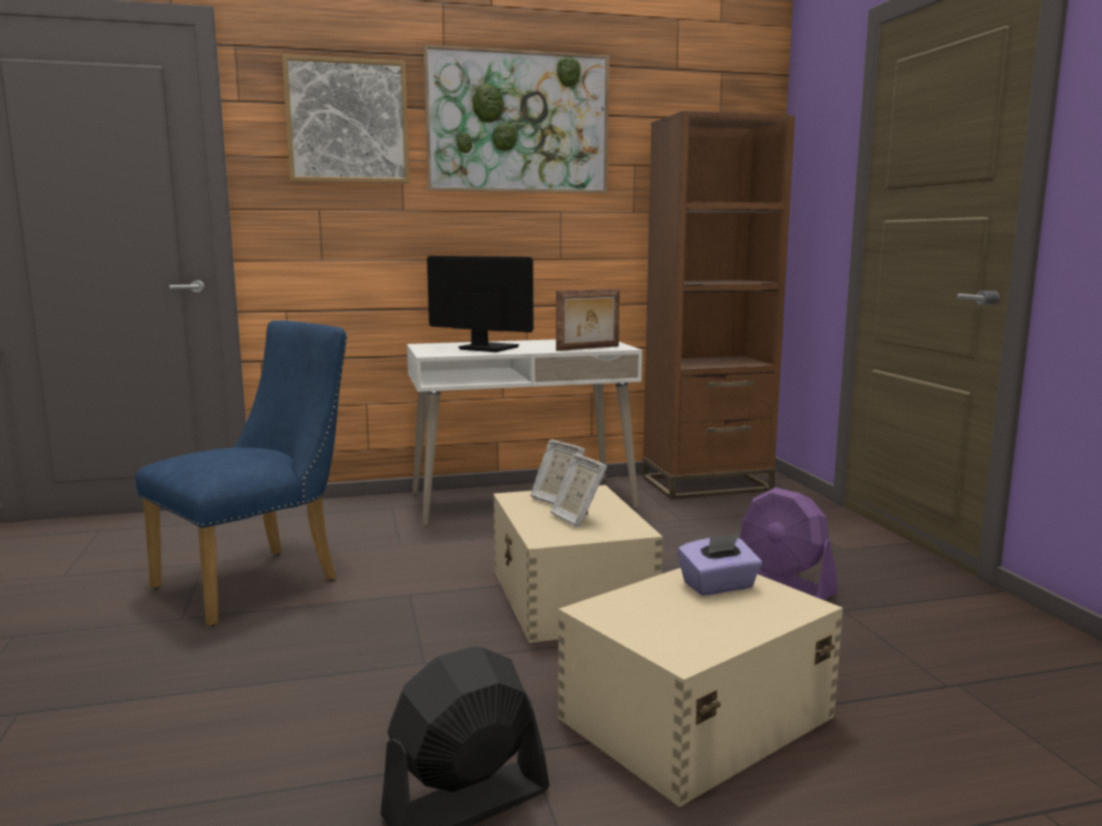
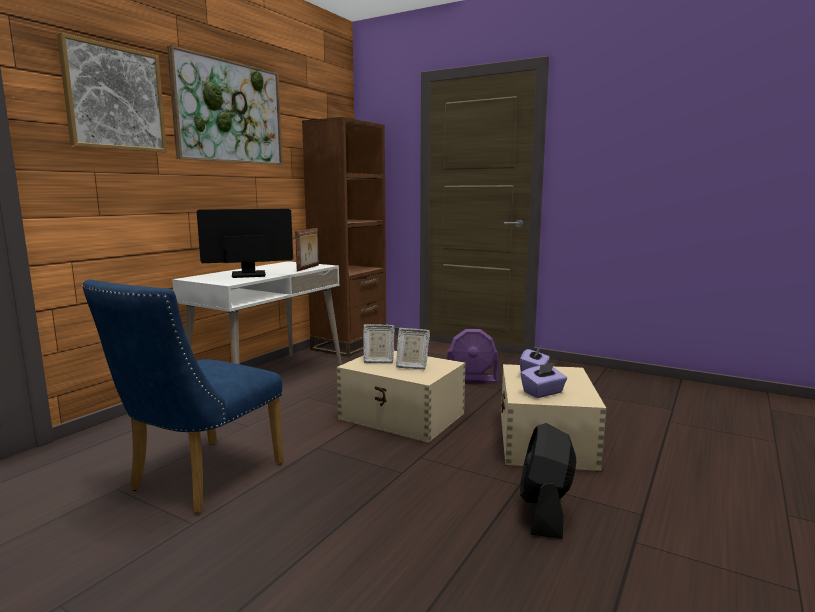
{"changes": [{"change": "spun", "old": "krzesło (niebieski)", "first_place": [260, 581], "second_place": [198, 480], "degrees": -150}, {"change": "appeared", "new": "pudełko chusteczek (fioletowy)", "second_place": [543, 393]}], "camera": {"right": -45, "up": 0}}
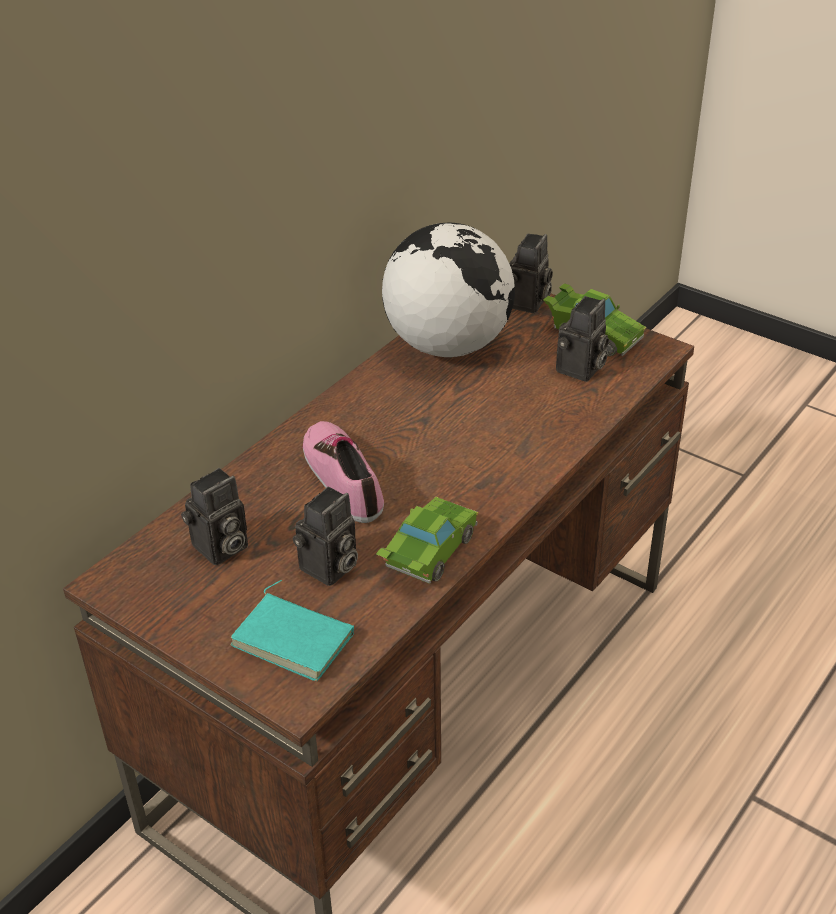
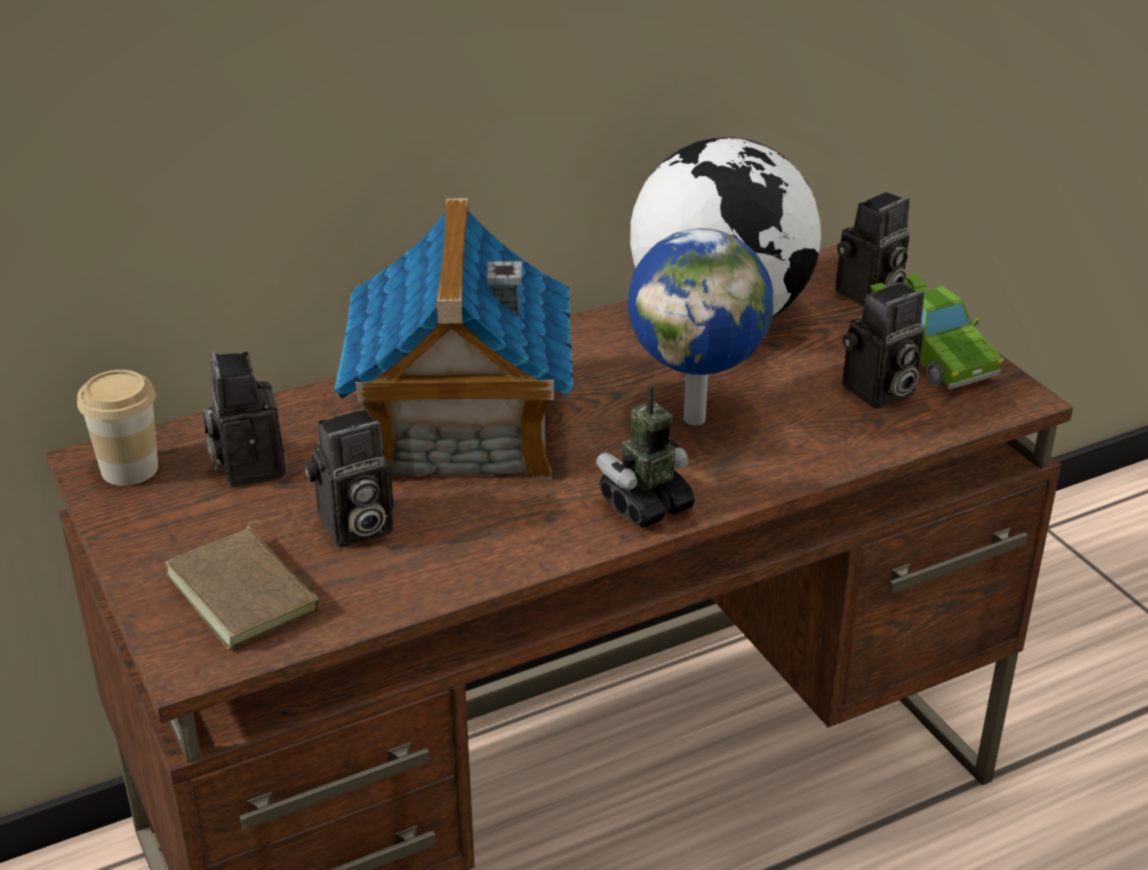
{"changes": [{"change": "appeared", "new": "filiżanka", "second_place": [129, 469]}, {"change": "colour", "old": "książka (turkusowy)", "new": "książka (brązowy)", "first_place": [295, 638], "second_place": [248, 593]}, {"change": "spun", "old": "aparat fotograficzny", "first_place": [220, 549], "second_place": [248, 466], "degrees": 90}, {"change": "exchanged", "old": "but", "new": "domek", "first_place": [344, 477], "second_place": [460, 431]}, {"change": "appeared", "new": "robot zabawkowy", "second_place": [646, 505]}, {"change": "appeared", "new": "globus", "second_place": [696, 417]}, {"change": "missing", "old": "samochodzik (zielony)", "first_place": [428, 555]}], "camera": {"right": 25, "up": -5}}
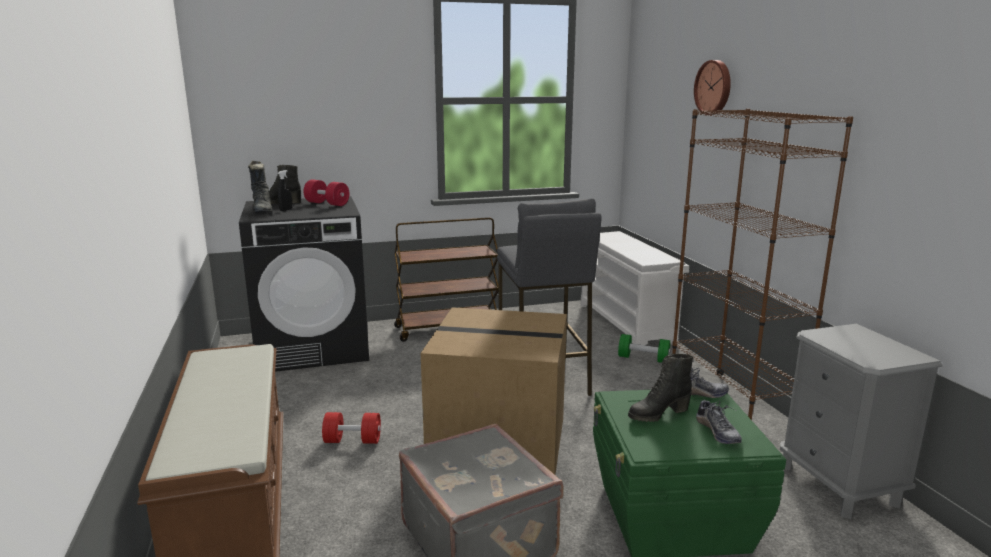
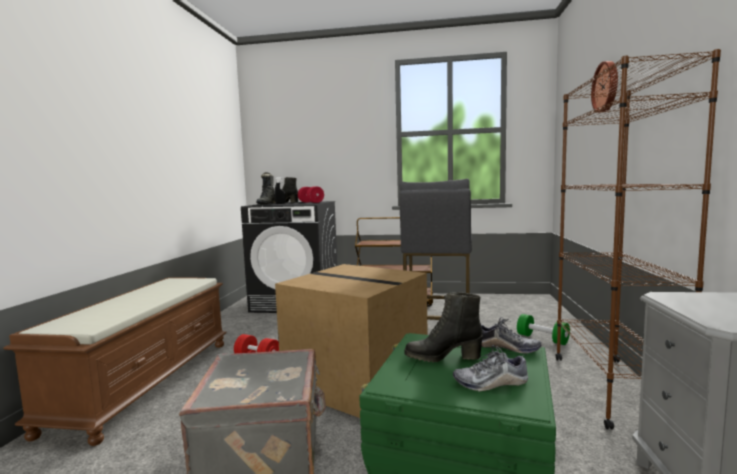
{"changes": [{"change": "spun", "old": "but", "first_place": [717, 432], "second_place": [491, 383], "degrees": 75}, {"change": "missing", "old": "regał na buty (biały)", "first_place": [626, 323]}], "camera": {"right": 25, "up": -10}}
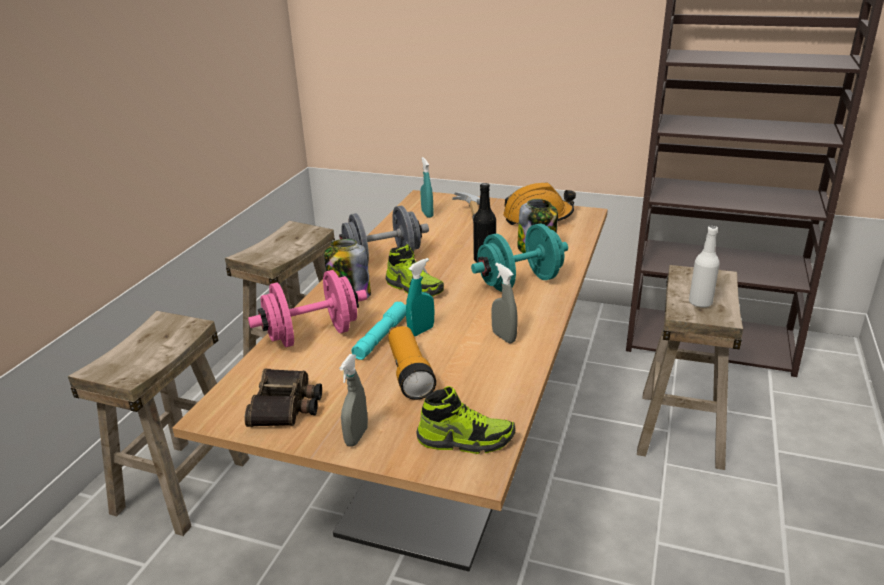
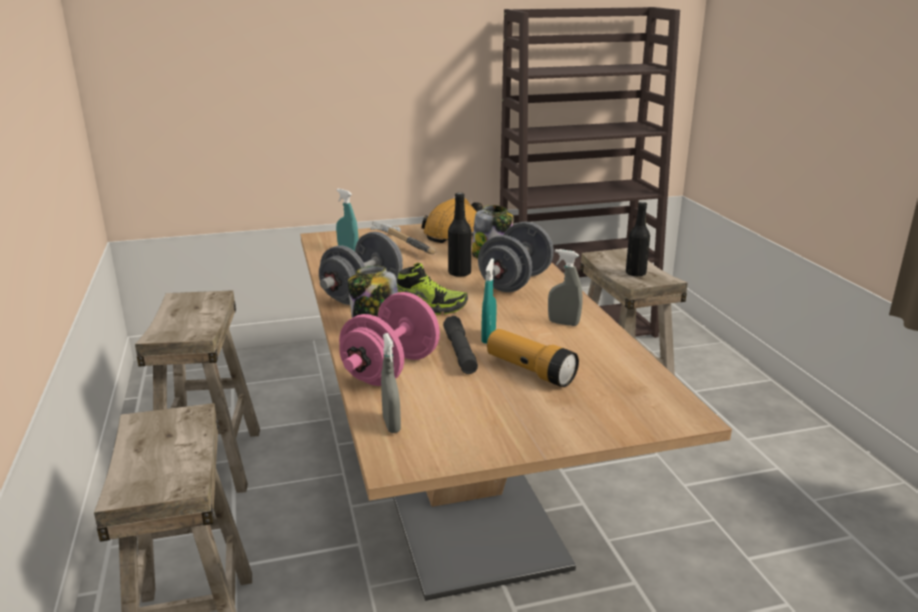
{"changes": [{"change": "relocated", "old": "spryskiwacz (szary)", "first_place": [356, 436], "second_place": [391, 425]}, {"change": "colour", "old": "latarka (turkusowy)", "new": "latarka (szary)", "first_place": [381, 337], "second_place": [460, 352]}, {"change": "colour", "old": "hantel (turkusowy)", "new": "hantel (szary)", "first_place": [520, 282], "second_place": [515, 282]}, {"change": "colour", "old": "butelka (biały)", "new": "butelka (czarny)", "first_place": [700, 302], "second_place": [635, 273]}, {"change": "missing", "old": "lornetka", "first_place": [286, 405]}, {"change": "missing", "old": "but", "first_place": [465, 440]}], "camera": {"right": -35, "up": -5}}
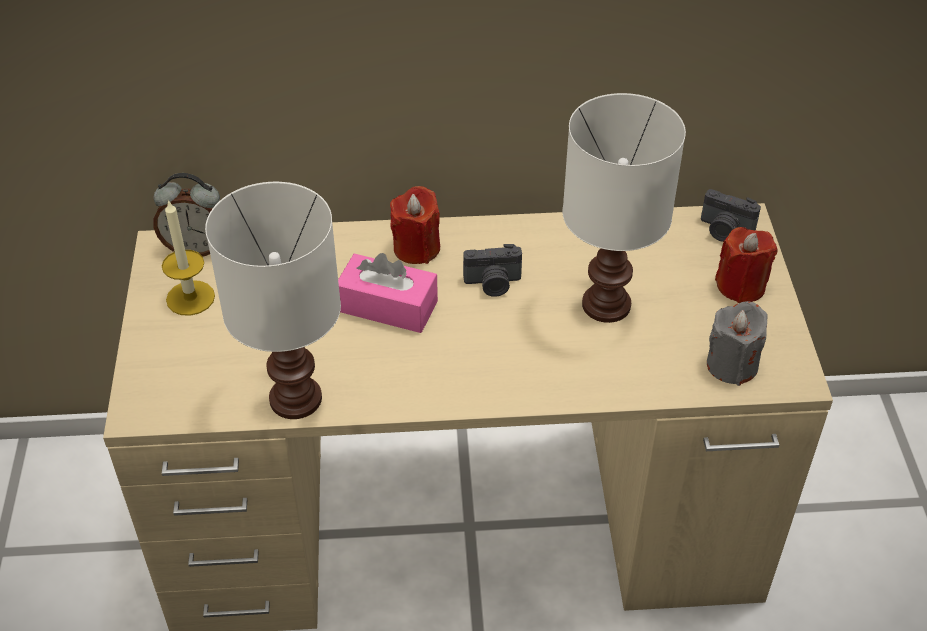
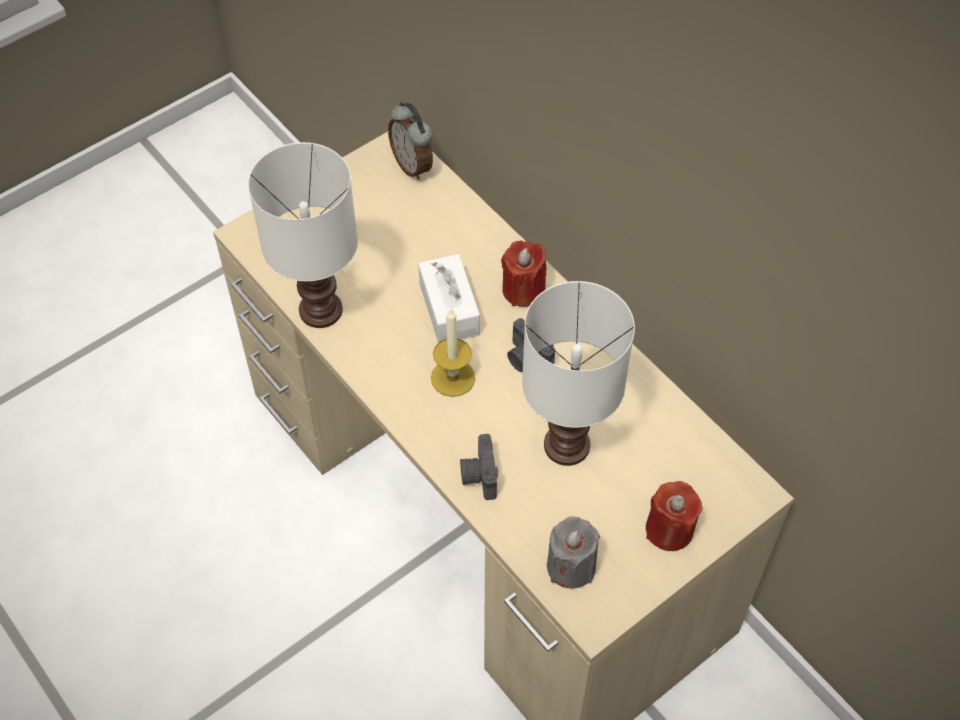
{"changes": [{"change": "colour", "old": "pudełko chusteczek (różowy)", "new": "pudełko chusteczek (biały)", "first_place": [388, 306], "second_place": [449, 309]}, {"change": "relocated", "old": "świeca", "first_place": [190, 298], "second_place": [453, 378]}, {"change": "relocated", "old": "aparat fotograficzny", "first_place": [724, 230], "second_place": [478, 476]}], "camera": {"right": 55, "up": 10}}
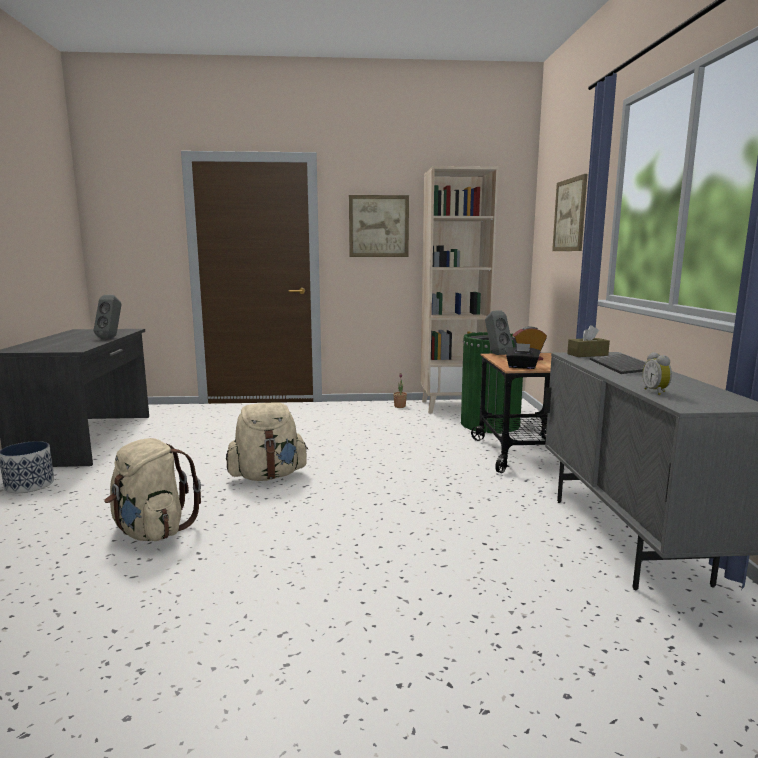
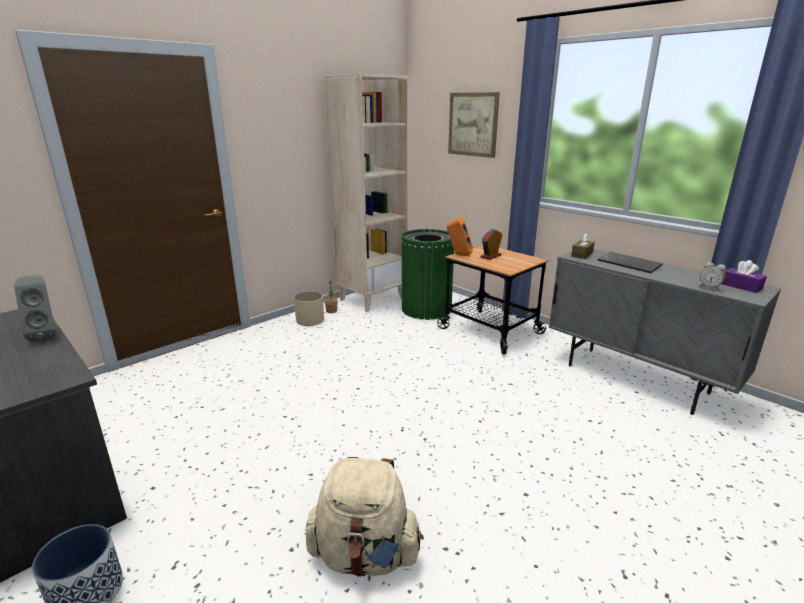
{"changes": [{"change": "appeared", "new": "donica (beżowy)", "second_place": [310, 320]}, {"change": "colour", "old": "głośnik (szary)", "new": "głośnik (pomarańczowy)", "first_place": [496, 354], "second_place": [458, 255]}, {"change": "appeared", "new": "pudełko chusteczek (fioletowy)", "second_place": [741, 286]}, {"change": "missing", "old": "plecak (beżowy)", "first_place": [268, 476]}, {"change": "missing", "old": "obraz", "first_place": [378, 226]}, {"change": "missing", "old": "pudełko chusteczek (czarny)", "first_place": [522, 367]}], "camera": {"right": -40, "up": 10}}
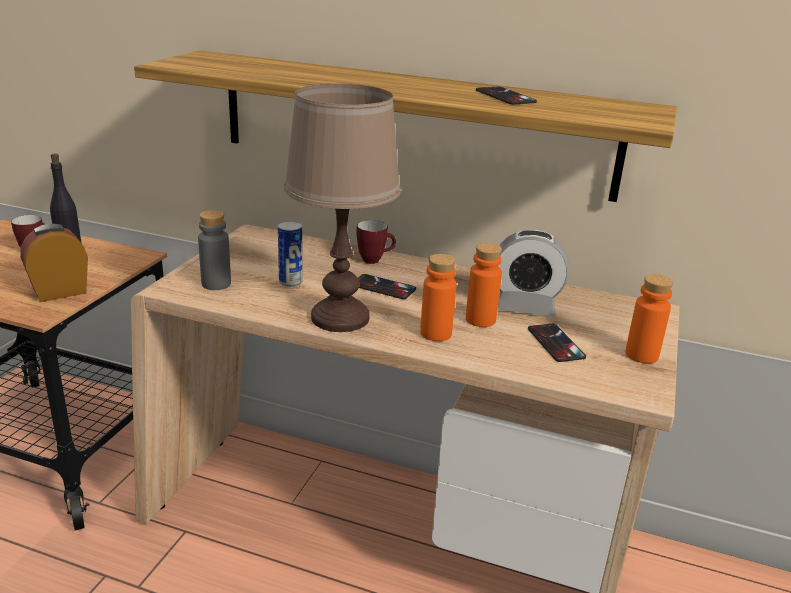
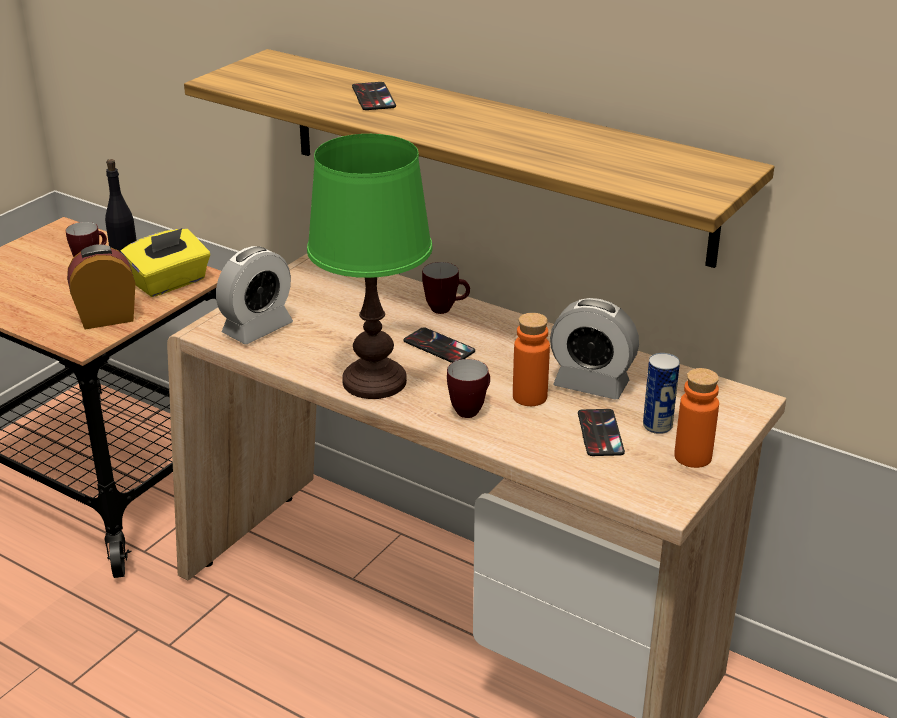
{"changes": [{"change": "appeared", "new": "pudełko chusteczek (żółty)", "second_place": [170, 283]}, {"change": "exchanged", "old": "butelka (szary)", "new": "budzik", "first_place": [216, 284], "second_place": [257, 329]}, {"change": "colour", "old": "lampa stołowa (brązowy)", "new": "lampa stołowa (zielony)", "first_place": [339, 318], "second_place": [373, 381]}, {"change": "relocated", "old": "telefon", "first_place": [505, 96], "second_place": [373, 97]}, {"change": "exchanged", "old": "butelka (pomarańczowy)", "new": "kubek", "first_place": [436, 333], "second_place": [470, 409]}, {"change": "relocated", "old": "puszka", "first_place": [290, 282], "second_place": [657, 426]}], "camera": {"right": 15, "up": 5}}
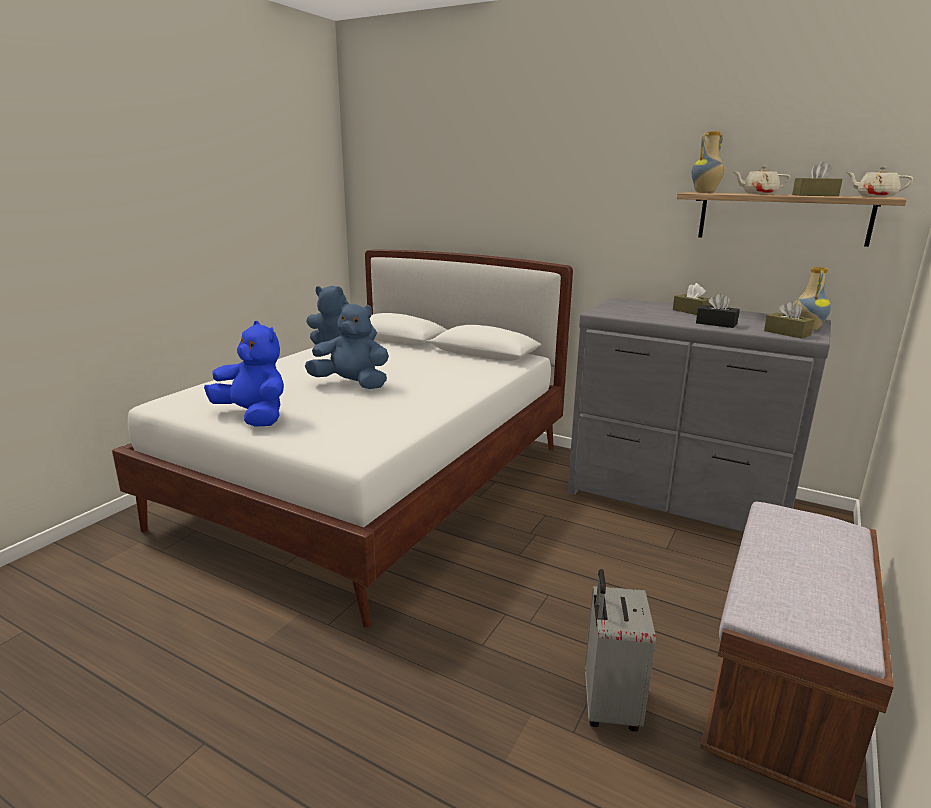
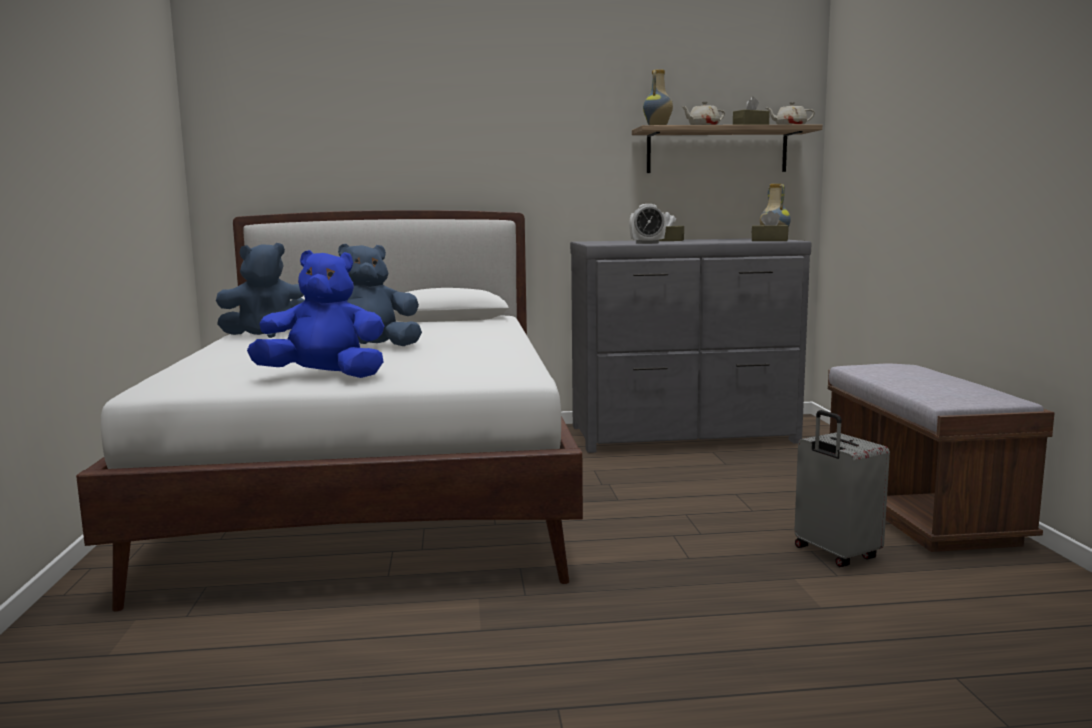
{"changes": [{"change": "appeared", "new": "budzik", "second_place": [647, 243]}, {"change": "missing", "old": "pudełko chusteczek (czarny)", "first_place": [716, 323]}], "camera": {"right": -35, "up": -10}}
